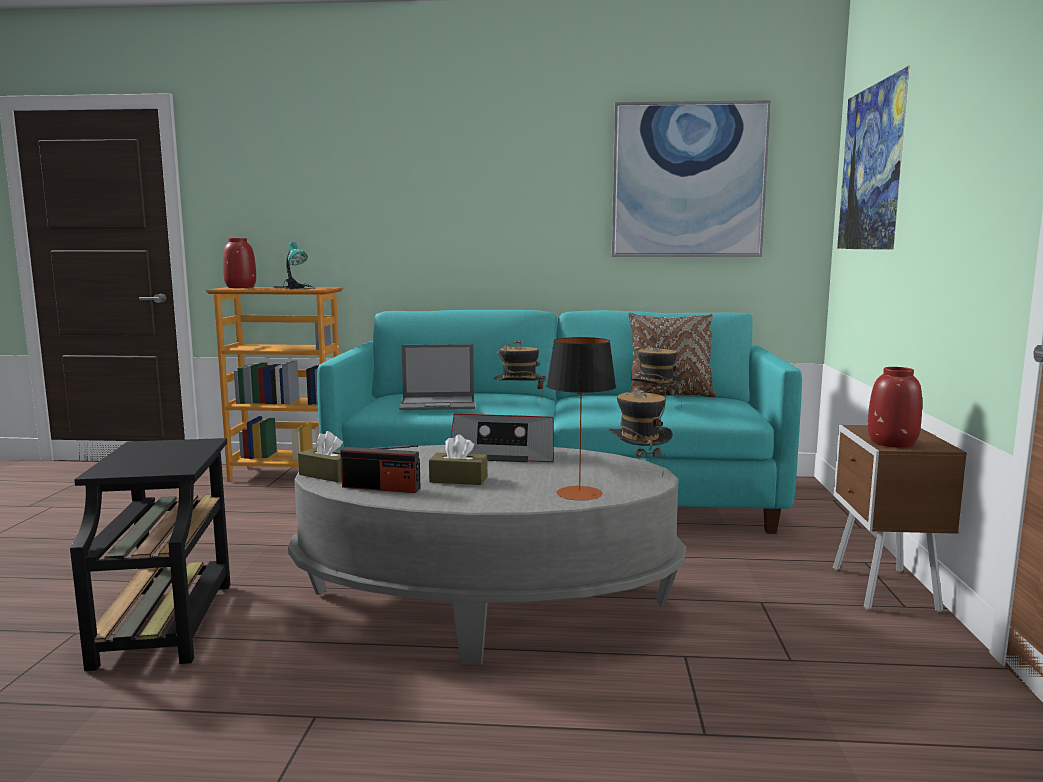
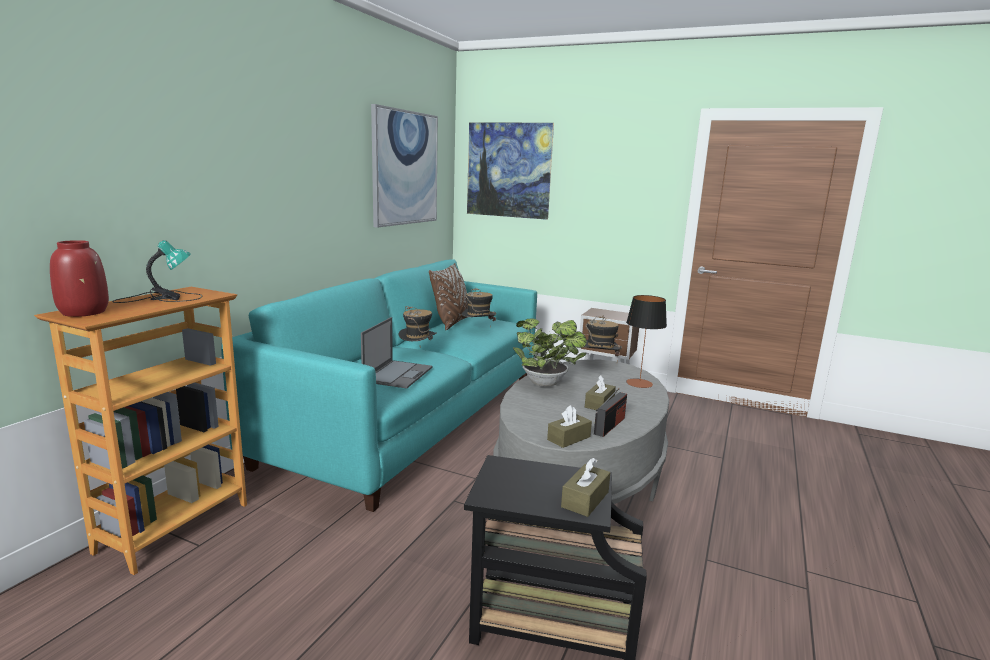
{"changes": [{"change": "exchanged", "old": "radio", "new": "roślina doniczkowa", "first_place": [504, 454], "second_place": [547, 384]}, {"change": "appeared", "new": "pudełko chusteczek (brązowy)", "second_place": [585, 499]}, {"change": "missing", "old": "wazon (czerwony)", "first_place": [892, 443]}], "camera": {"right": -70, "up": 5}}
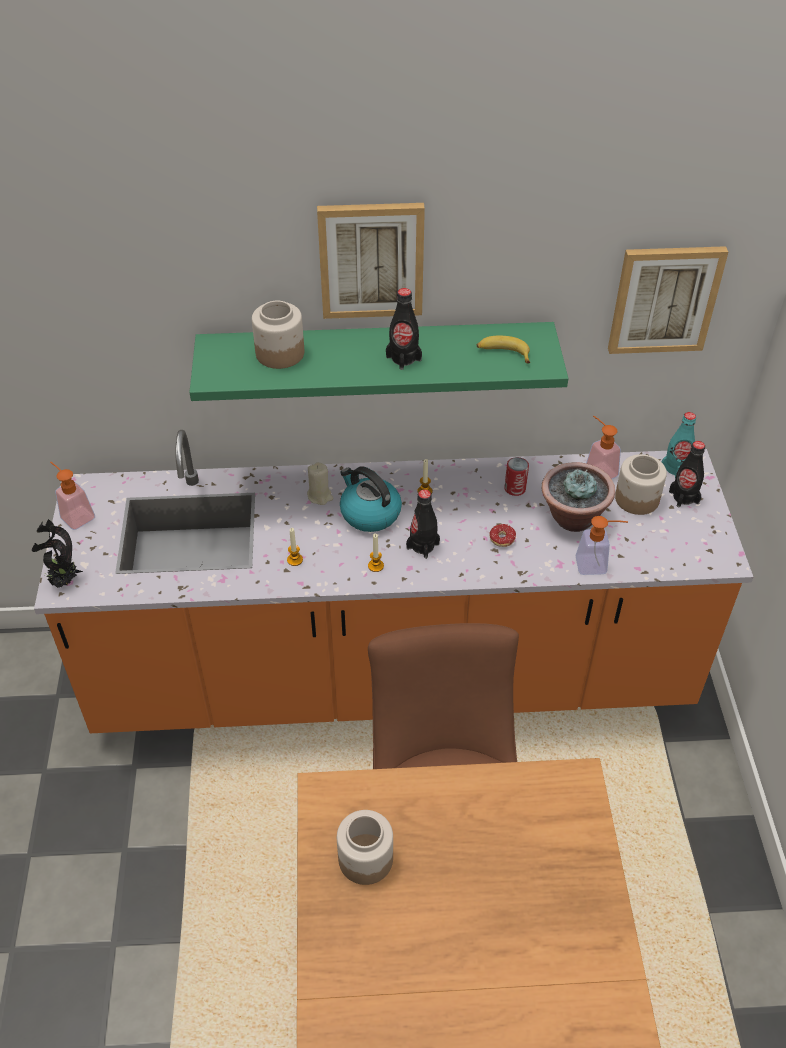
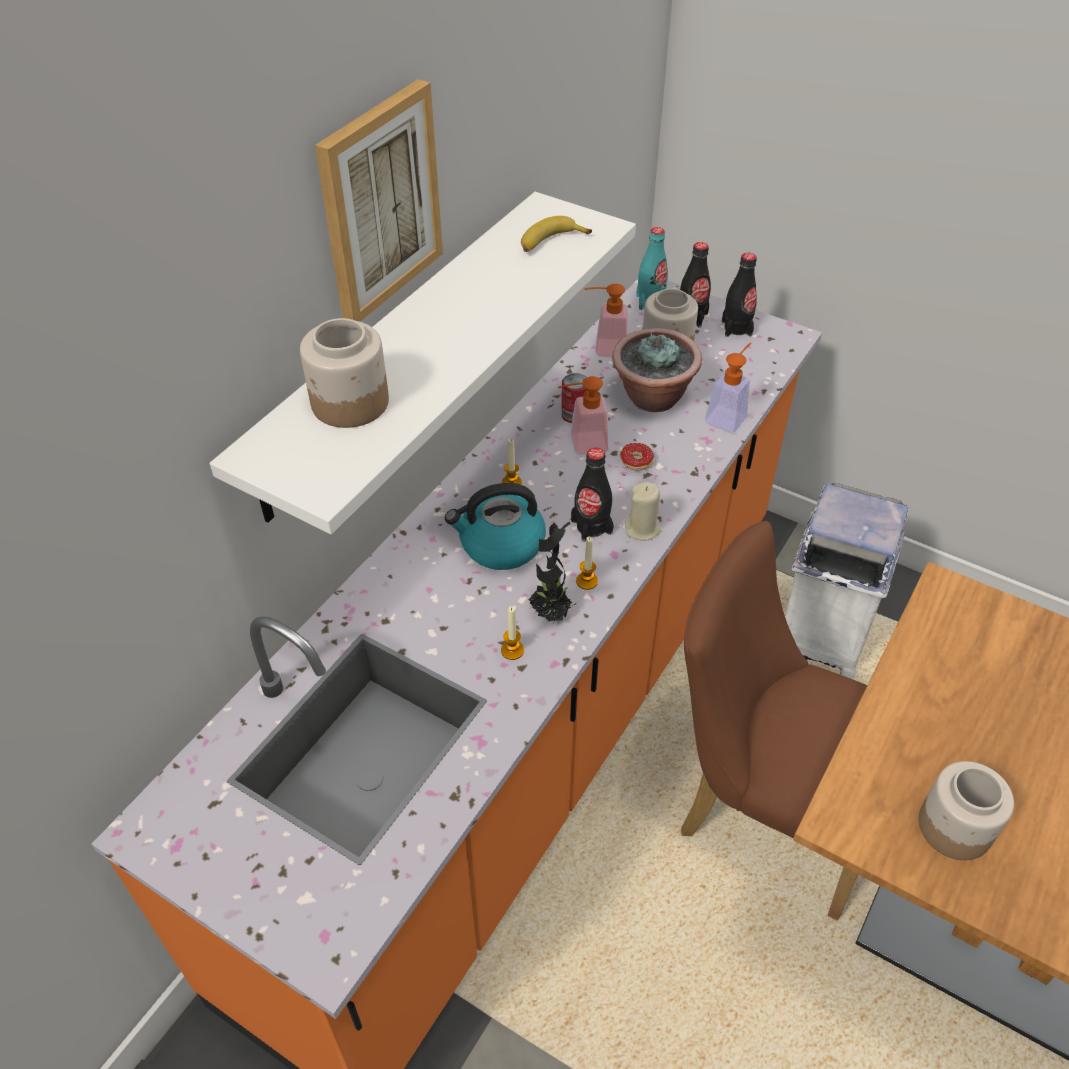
{"changes": [{"change": "colour", "old": "półka (zielony)", "new": "półka (biały)", "first_place": [376, 357], "second_place": [400, 351]}, {"change": "relocated", "old": "roślina doniczkowa", "first_place": [64, 582], "second_place": [552, 614]}, {"change": "relocated", "old": "dozownik mydła", "first_place": [74, 515], "second_place": [581, 444]}, {"change": "relocated", "old": "świeca (beżowy)", "first_place": [320, 496], "second_place": [642, 528]}, {"change": "relocated", "old": "butelka (czarny)", "first_place": [403, 358], "second_place": [736, 328]}, {"change": "appeared", "new": "kosz na śmieci (biały)", "second_place": [820, 638]}, {"change": "missing", "old": "obraz", "first_place": [664, 299]}], "camera": {"right": -55, "up": 0}}
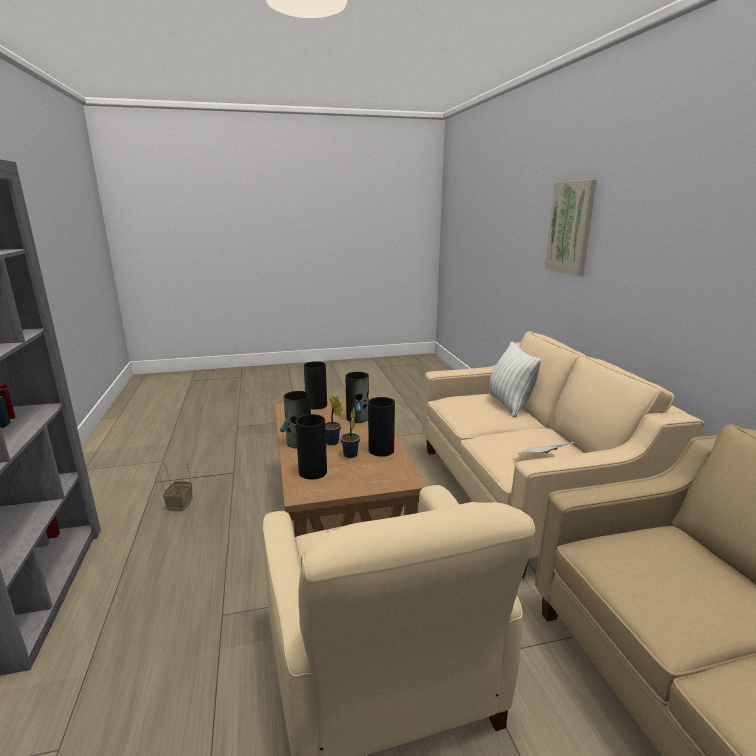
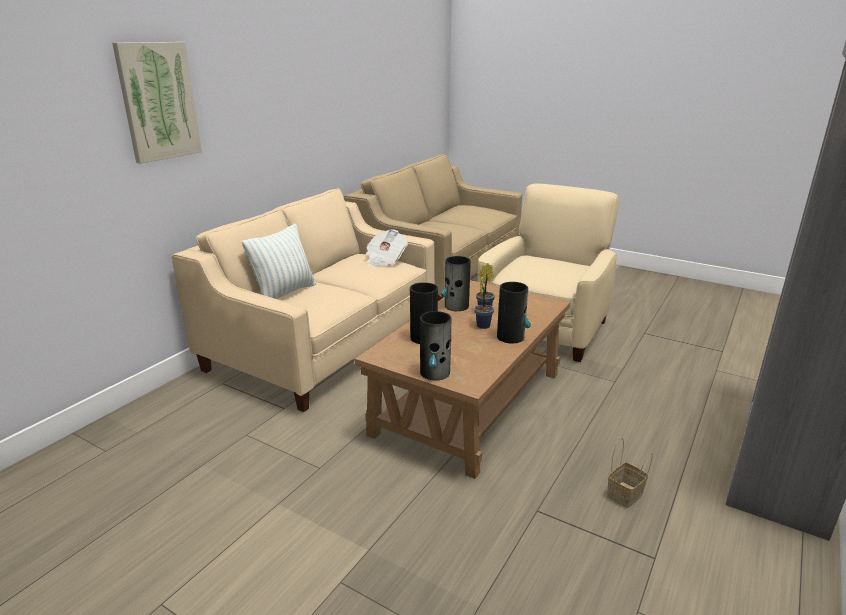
{"changes": [{"change": "missing", "old": "wazon", "first_place": [312, 471]}], "camera": {"right": -135, "up": 5}}
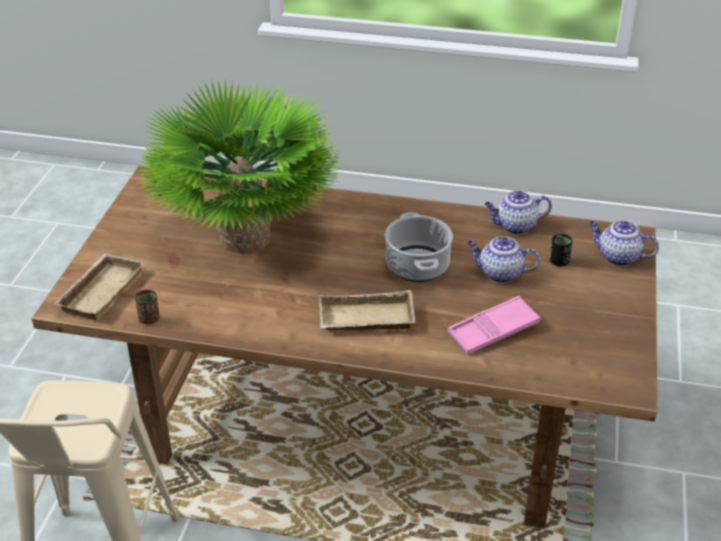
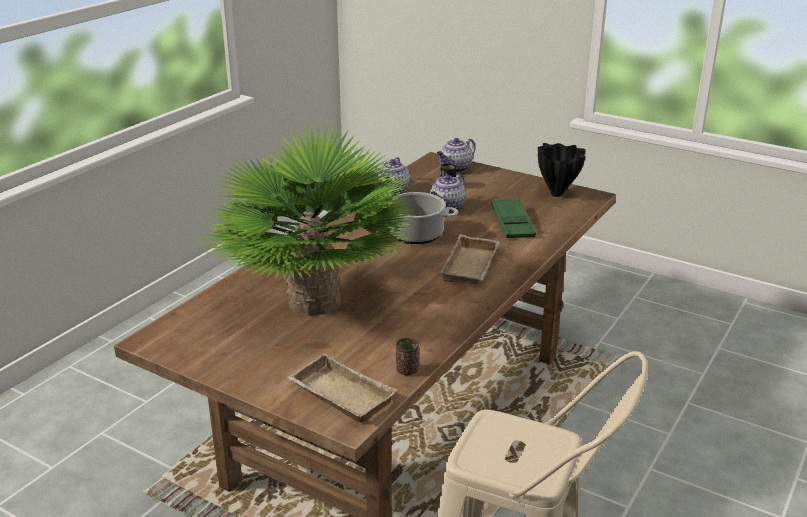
{"changes": [{"change": "colour", "old": "taca (różowy)", "new": "taca (zielony)", "first_place": [493, 330], "second_place": [512, 223]}, {"change": "appeared", "new": "wazon (czarny)", "second_place": [557, 195]}], "camera": {"right": -70, "up": -10}}
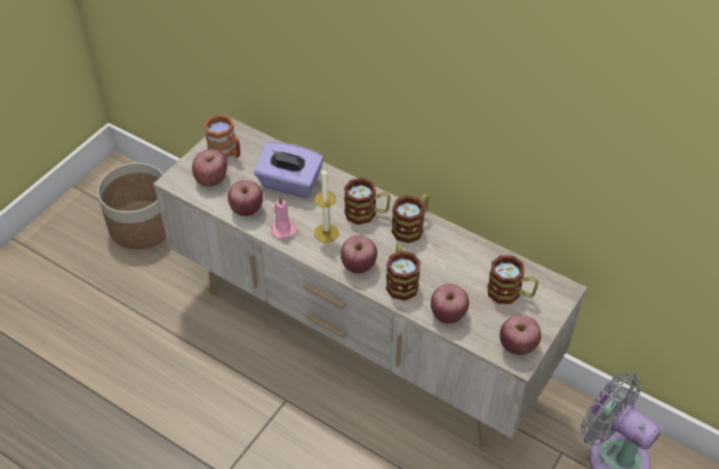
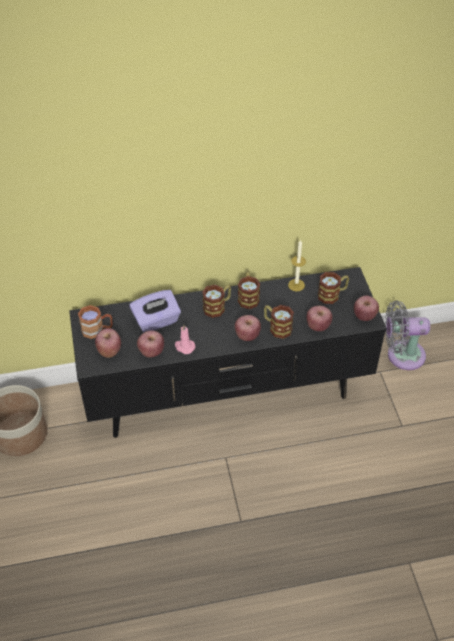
{"changes": [{"change": "colour", "old": "szafka pod telewizor (beżowy)", "new": "szafka pod telewizor (czarny)", "first_place": [359, 340], "second_place": [226, 396]}, {"change": "relocated", "old": "świeca", "first_place": [326, 233], "second_place": [296, 285]}], "camera": {"right": -45, "up": 0}}
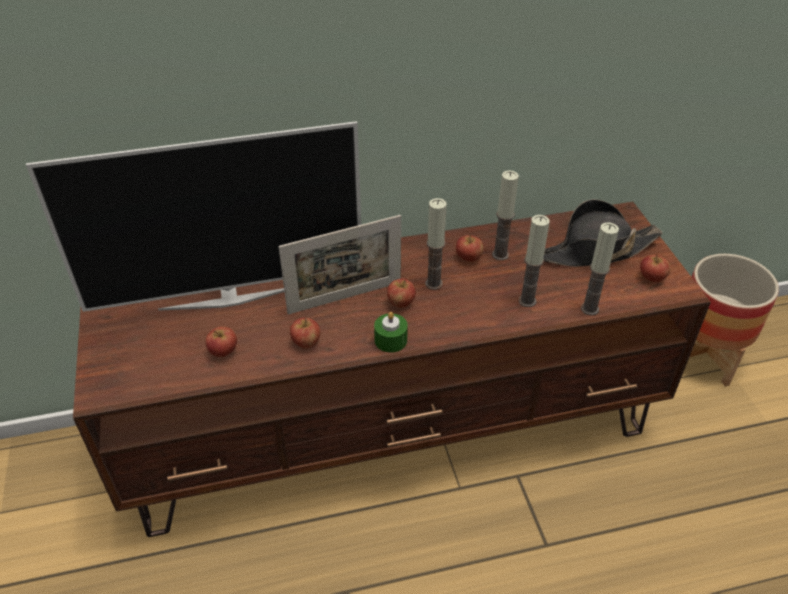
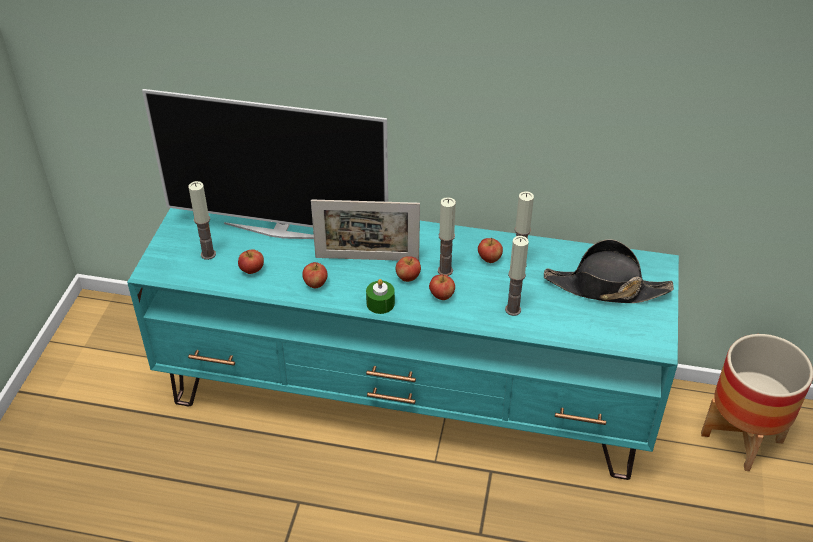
{"changes": [{"change": "colour", "old": "szafka pod telewizor (brązowy)", "new": "szafka pod telewizor (turkusowy)", "first_place": [395, 431], "second_place": [408, 396]}, {"change": "relocated", "old": "świeca", "first_place": [590, 309], "second_place": [208, 254]}, {"change": "relocated", "old": "jabłko", "first_place": [652, 278], "second_place": [441, 296]}], "camera": {"right": 25, "up": 0}}
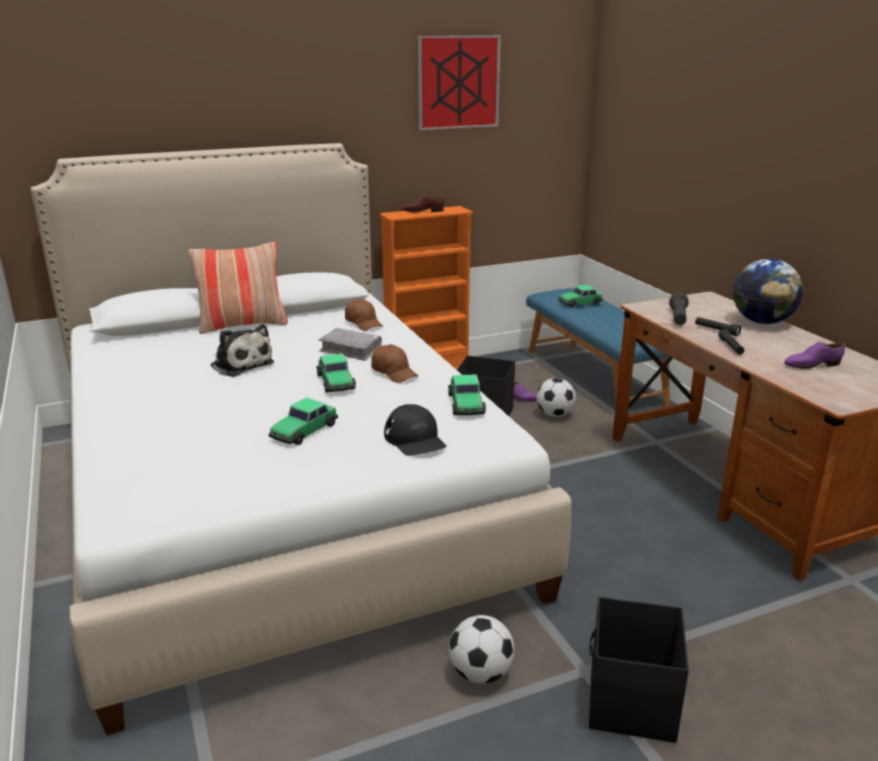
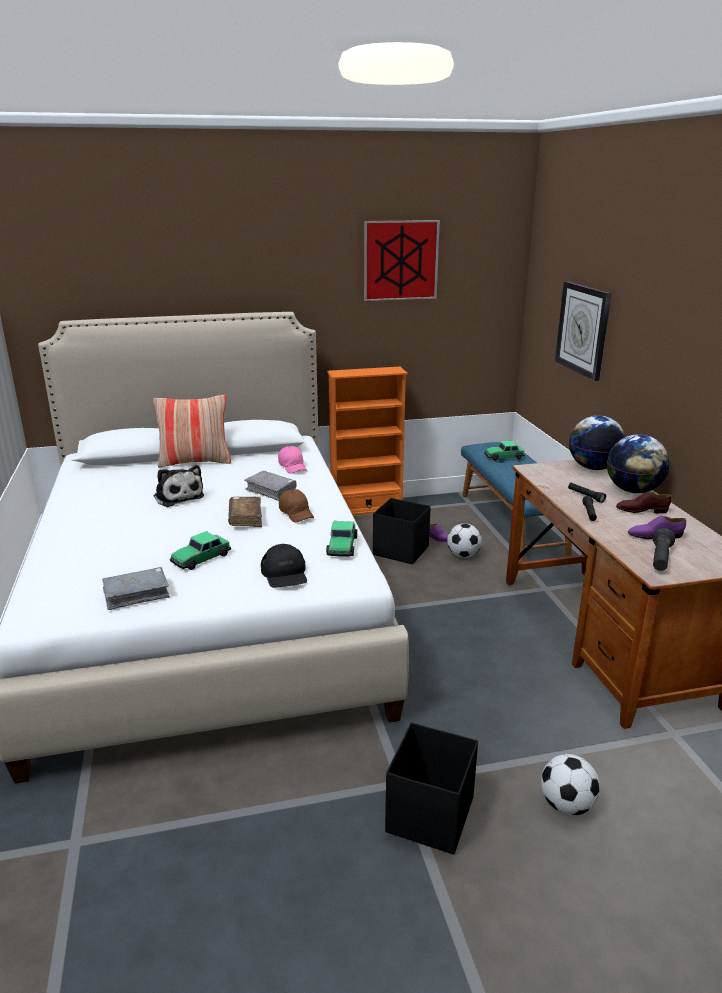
{"changes": [{"change": "appeared", "new": "książka (szary)", "second_place": [136, 594]}, {"change": "exchanged", "old": "samochodzik", "new": "książka (brązowy)", "first_place": [336, 382], "second_place": [245, 518]}, {"change": "colour", "old": "czapka z daszkiem (brązowy)", "new": "czapka z daszkiem (różowy)", "first_place": [363, 323], "second_place": [292, 467]}, {"change": "relocated", "old": "piłka futbolowa", "first_place": [480, 673], "second_place": [566, 805]}, {"change": "appeared", "new": "zegar ścienny", "second_place": [583, 329]}, {"change": "appeared", "new": "globus", "second_place": [593, 468]}, {"change": "relocated", "old": "but (brązowy)", "first_place": [422, 211], "second_place": [641, 510]}, {"change": "relocated", "old": "latarka (czarny)", "first_place": [678, 318], "second_place": [660, 559]}], "camera": {"right": 10, "up": 0}}
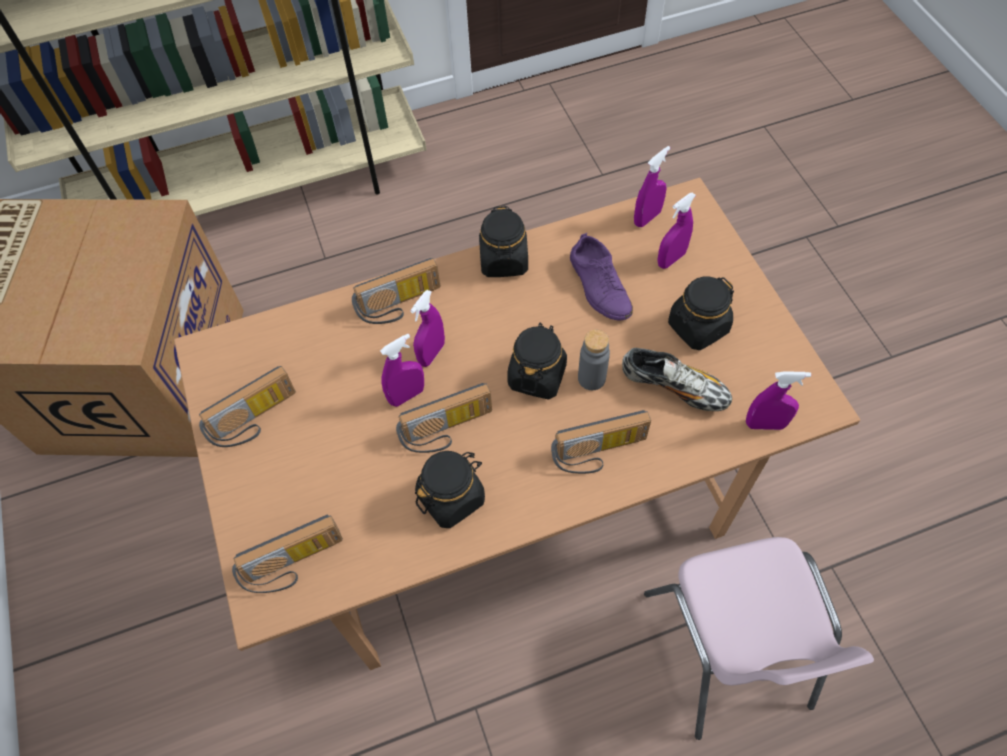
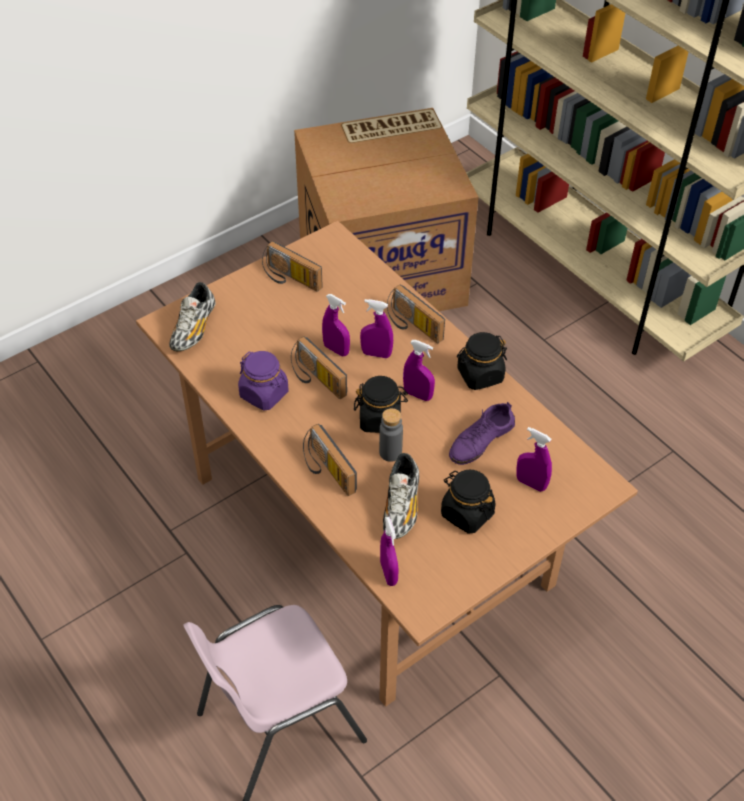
{"changes": [{"change": "exchanged", "old": "radio", "new": "but", "first_place": [294, 566], "second_place": [193, 329]}, {"change": "colour", "old": "słoik (czarny)", "new": "słoik (fioletowy)", "first_place": [451, 497], "second_place": [264, 394]}, {"change": "relocated", "old": "spryskiwacz (fioletowy)", "first_place": [647, 218], "second_place": [418, 395]}], "camera": {"right": 70, "up": -10}}
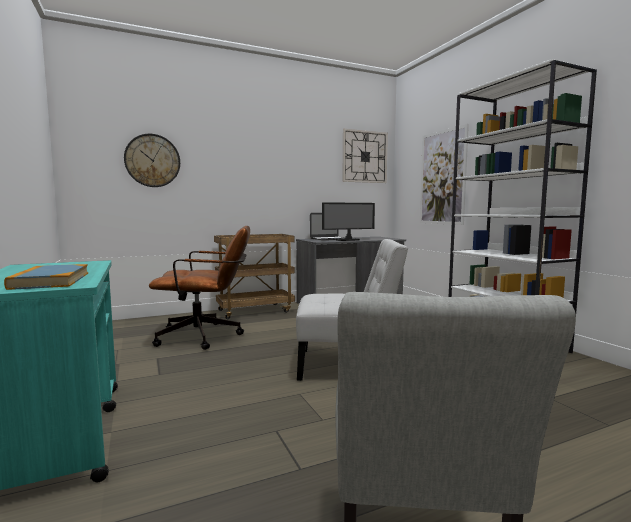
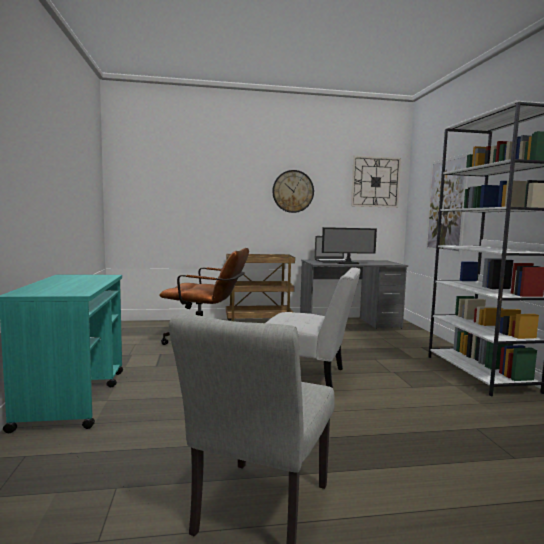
{"changes": [{"change": "relocated", "old": "zegar ścienny", "first_place": [152, 160], "second_place": [293, 191]}, {"change": "missing", "old": "książka", "first_place": [51, 280]}], "camera": {"right": 15, "up": 0}}
